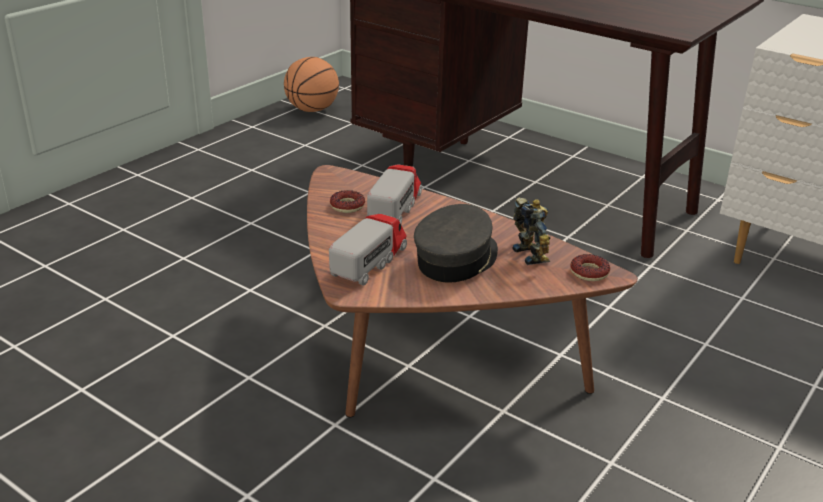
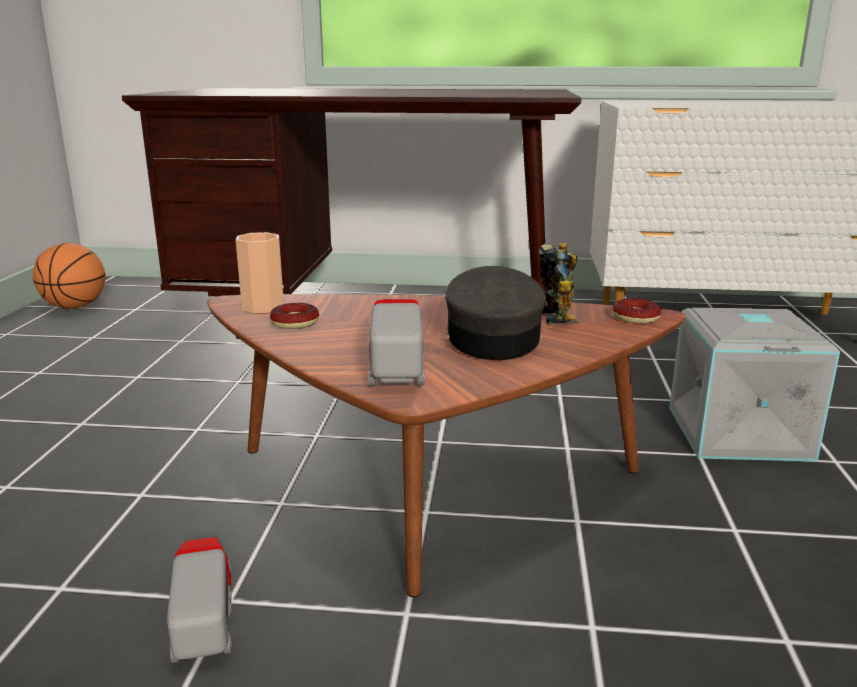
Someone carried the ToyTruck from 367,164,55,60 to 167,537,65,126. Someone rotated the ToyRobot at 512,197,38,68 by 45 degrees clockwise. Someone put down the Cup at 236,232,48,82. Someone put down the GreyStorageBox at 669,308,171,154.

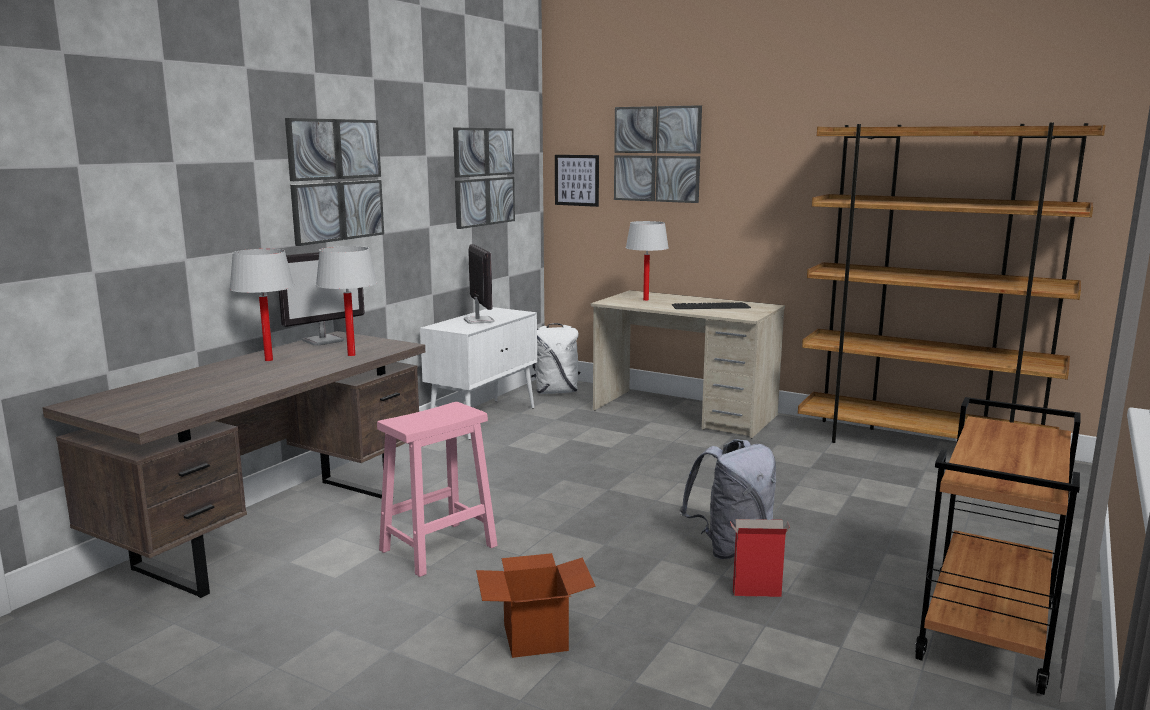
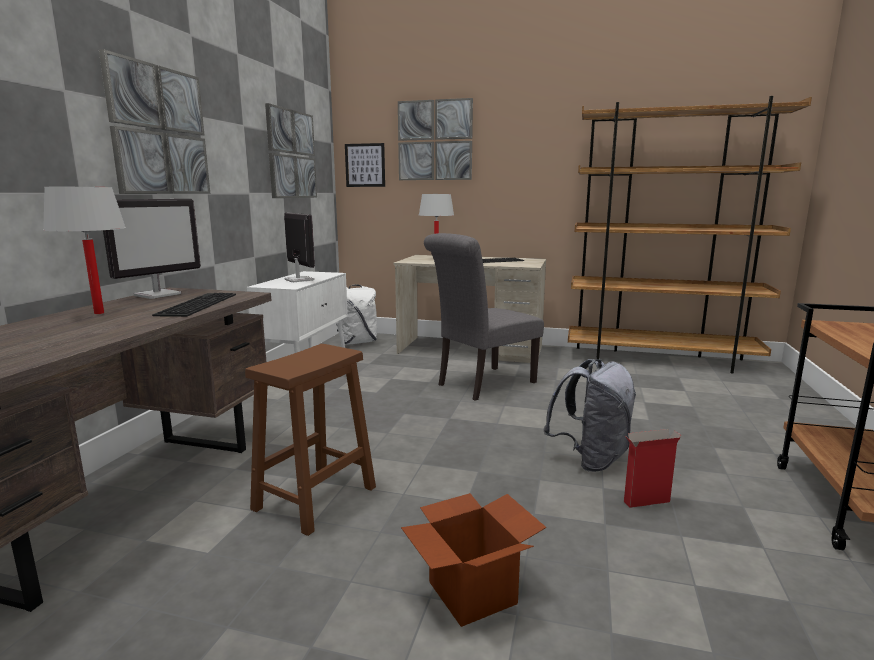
Someone swapped the WhiteTableLamp at 316,246,61,110 for the Keyboard at 152,293,84,24. Someone repainted the PinkStool at 377,402,120,175, which became the BrownStool at 245,344,131,192. Someone put down the GreyChair at 424,233,120,168.

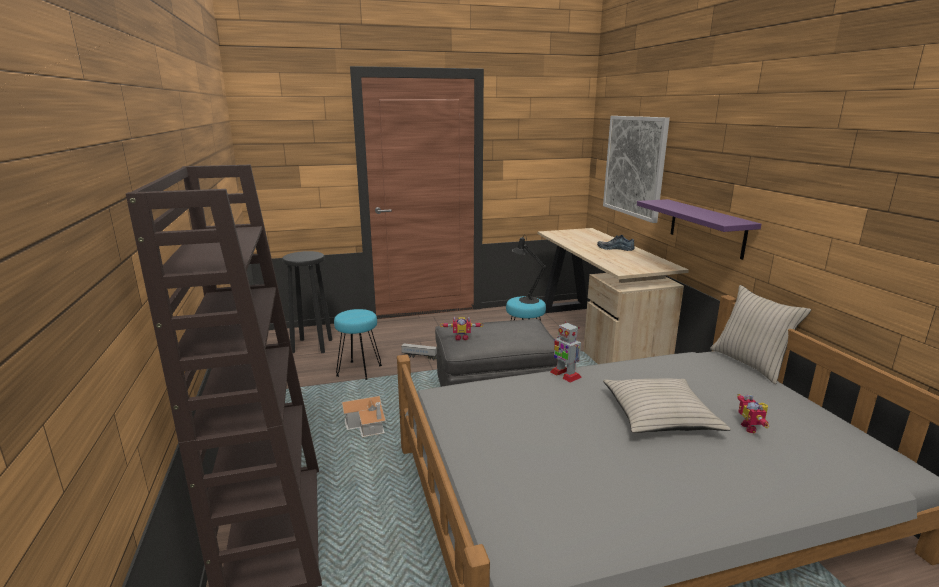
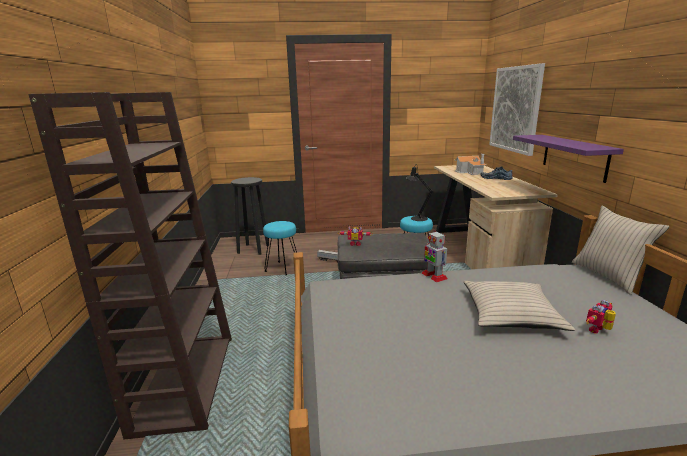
Someone rotated the ToyRobot at 737,394,32,39 by 45 degrees clockwise. Someone carried the ToyHouse from 341,396,45,41 to 455,154,31,21.

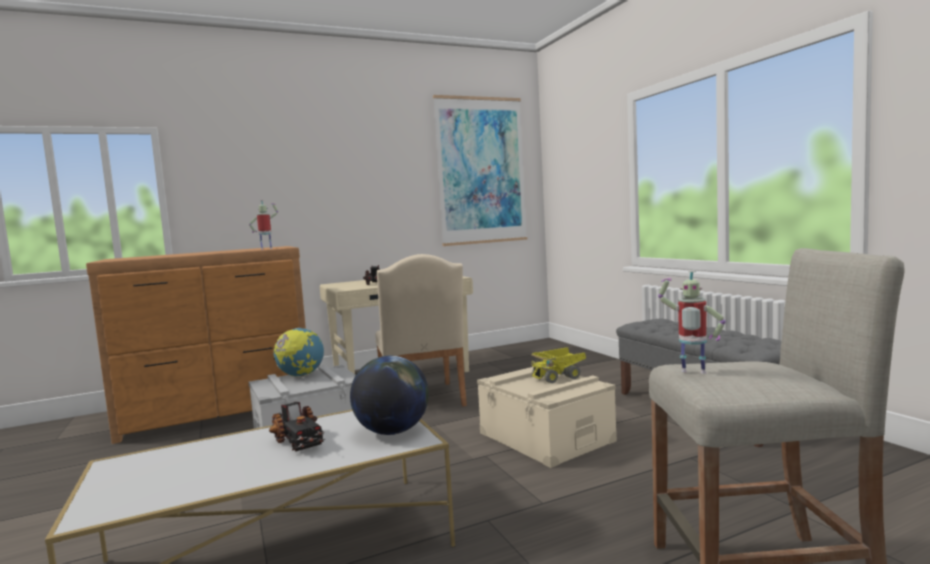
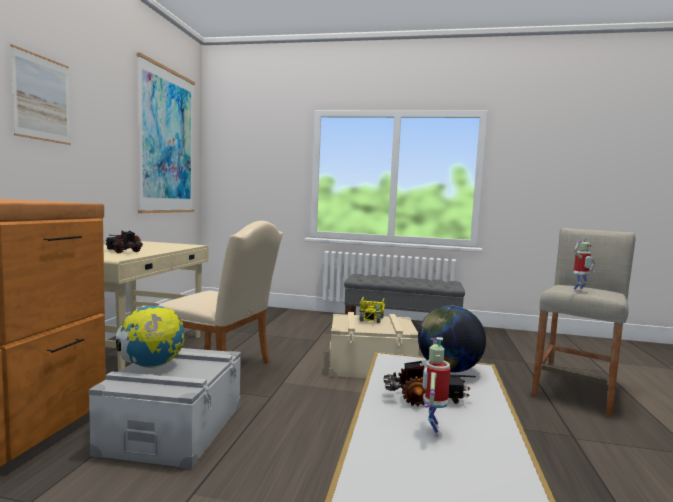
Someone carried the ToyRobot from 249,200,29,50 to 423,337,28,100. Someone put up the Picture at 10,44,61,101.

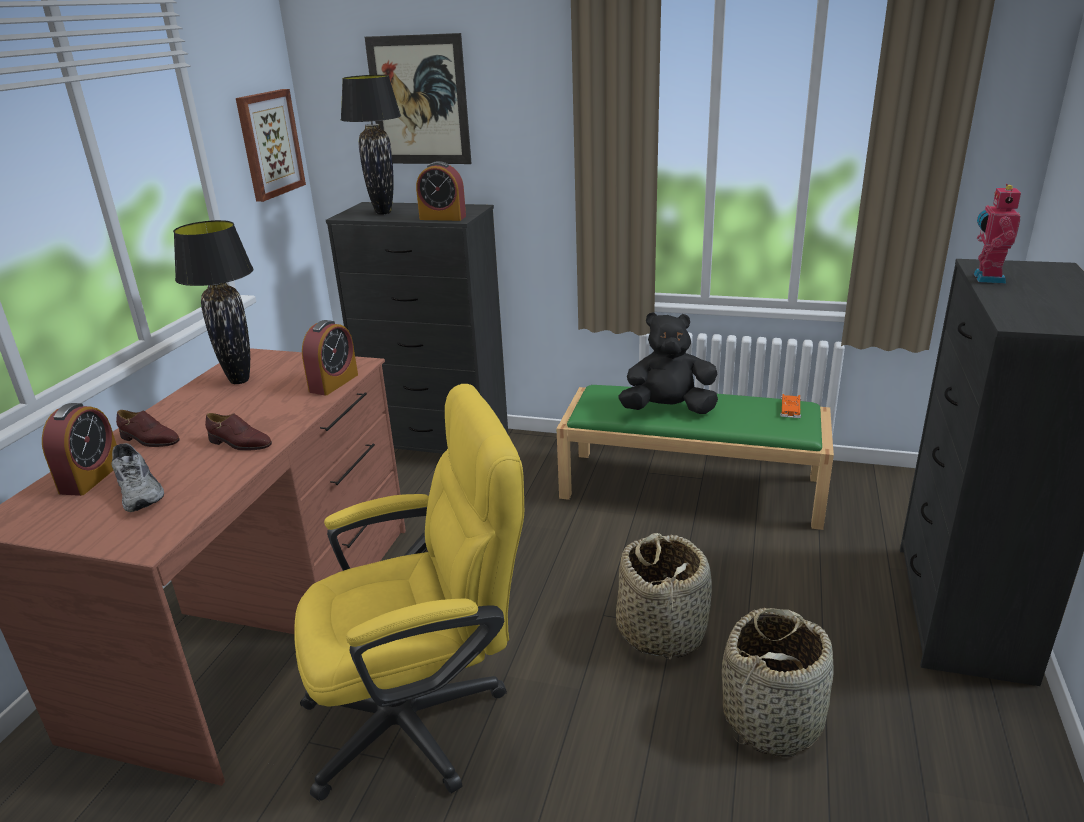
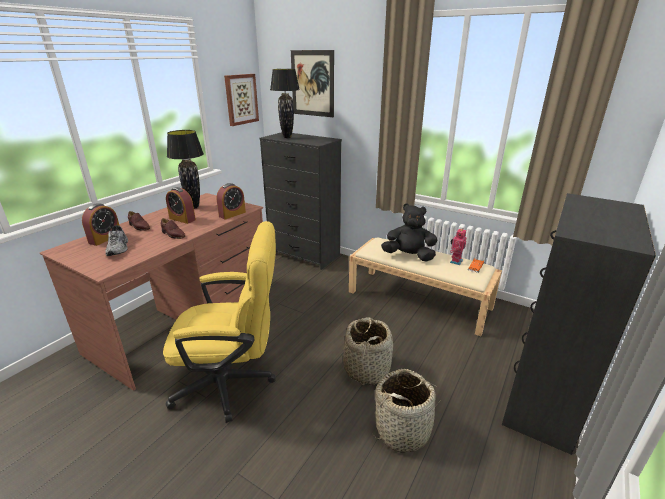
Someone carried the AlarmClock from 416,161,50,60 to 166,187,30,37. Someone carried the ToyRobot from 974,184,47,99 to 450,229,17,36. Someone repainted the GreenBench at 556,385,278,145, which became the BeigeBench at 349,238,153,98.

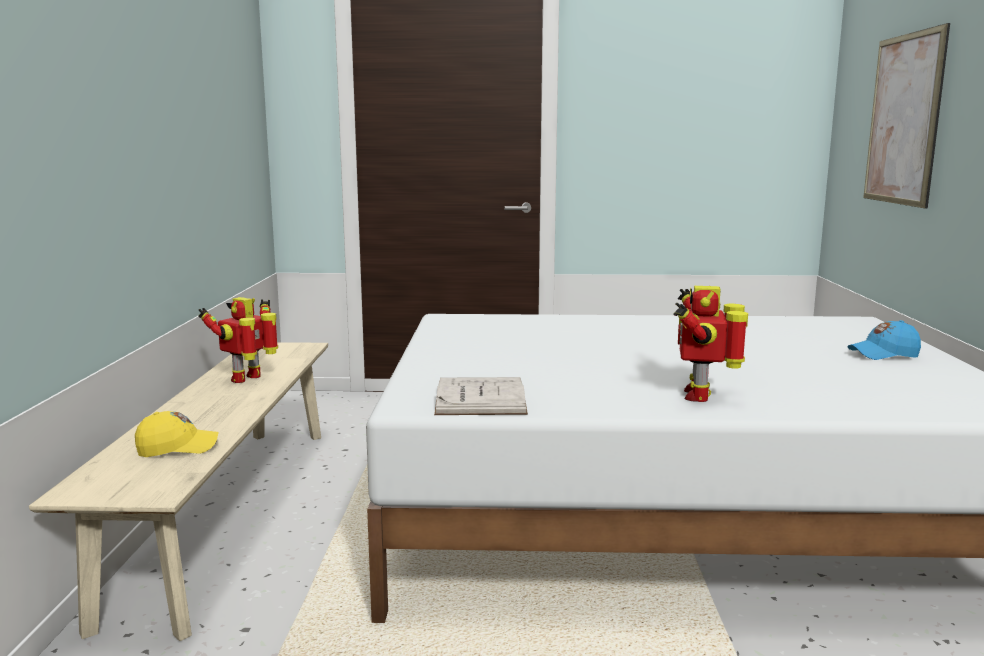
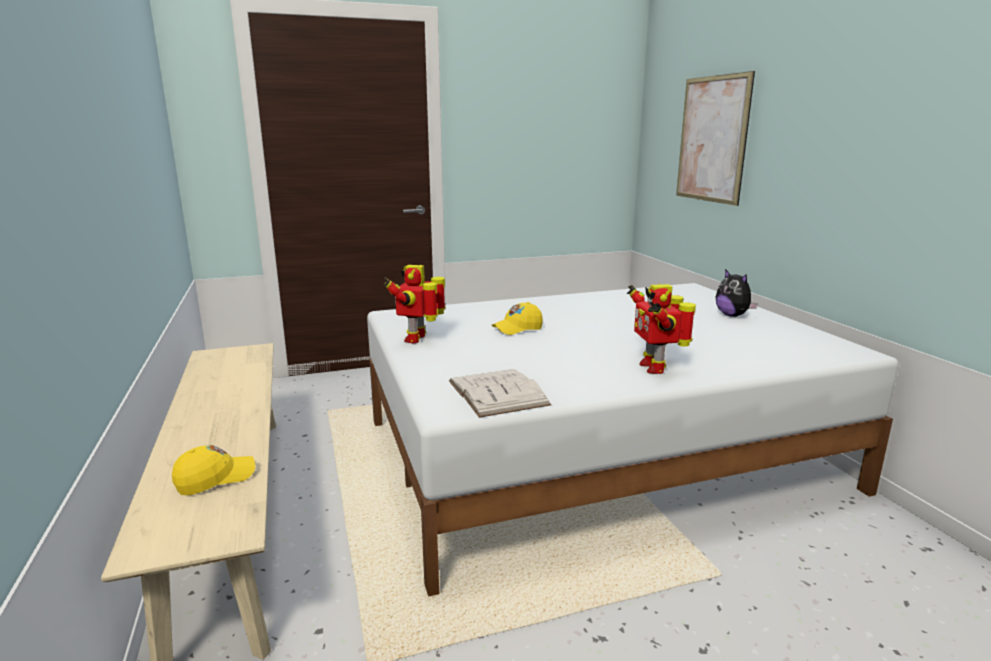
Someone carried the ToyRobot from 198,297,80,86 to 384,265,62,78. Someone swapped the BlueCap at 848,320,73,40 for the PlushToy at 716,269,42,48. Someone put down the YellowCap at 492,302,51,33.

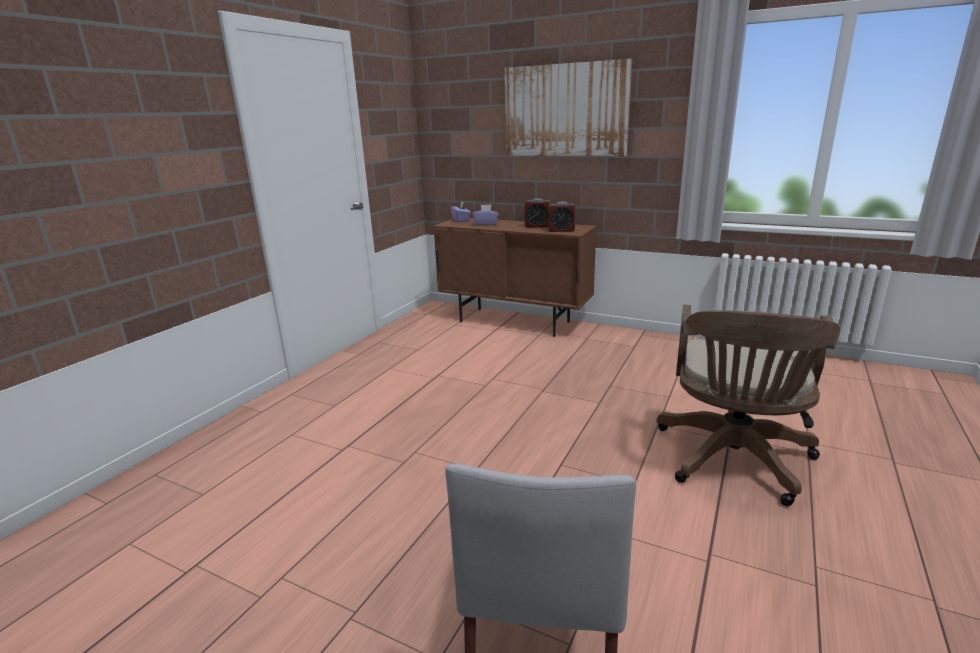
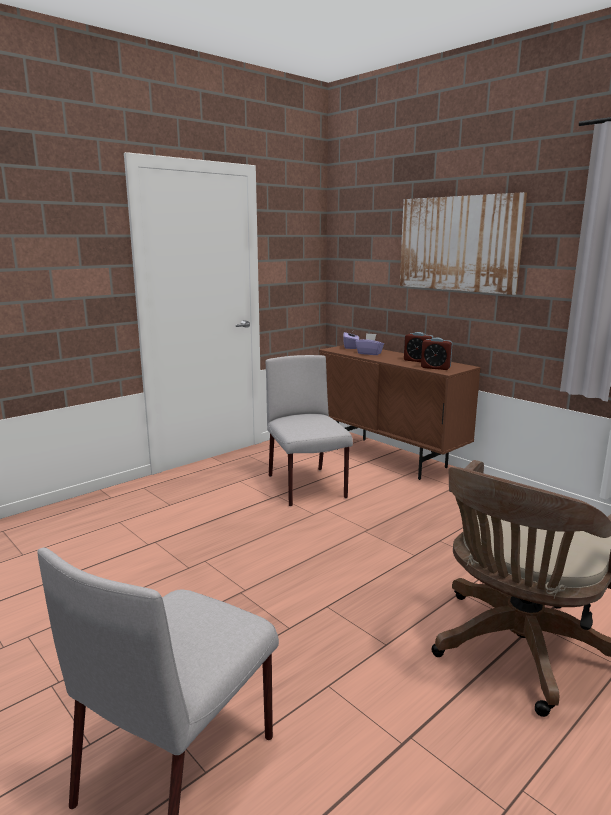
Someone put down the GreyChair at 266,355,87,152.

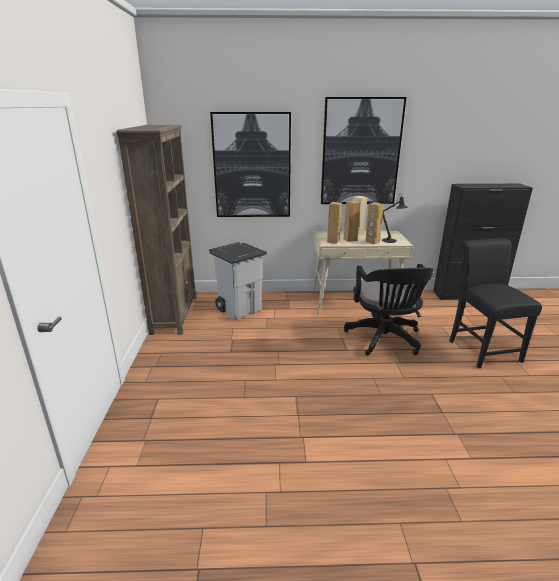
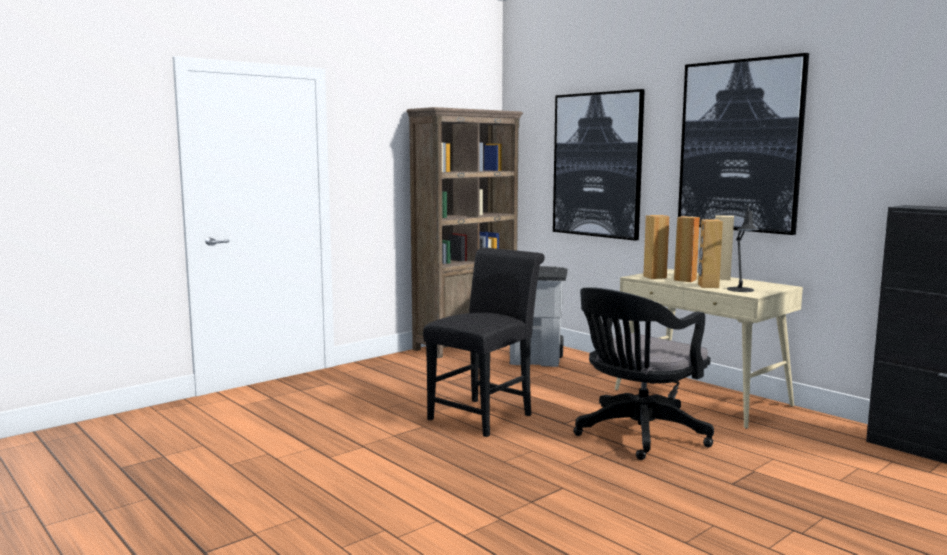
Someone carried the BlackChair from 449,238,93,130 to 423,247,122,190.

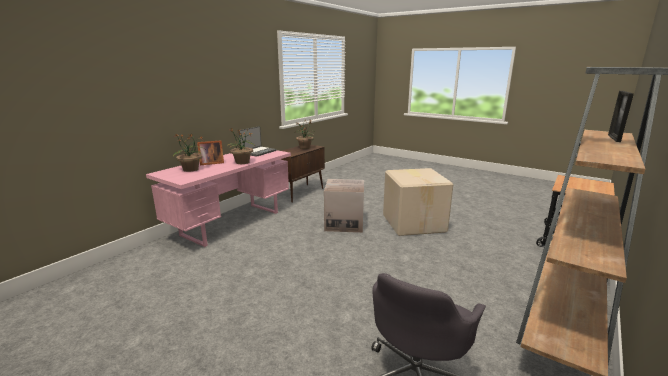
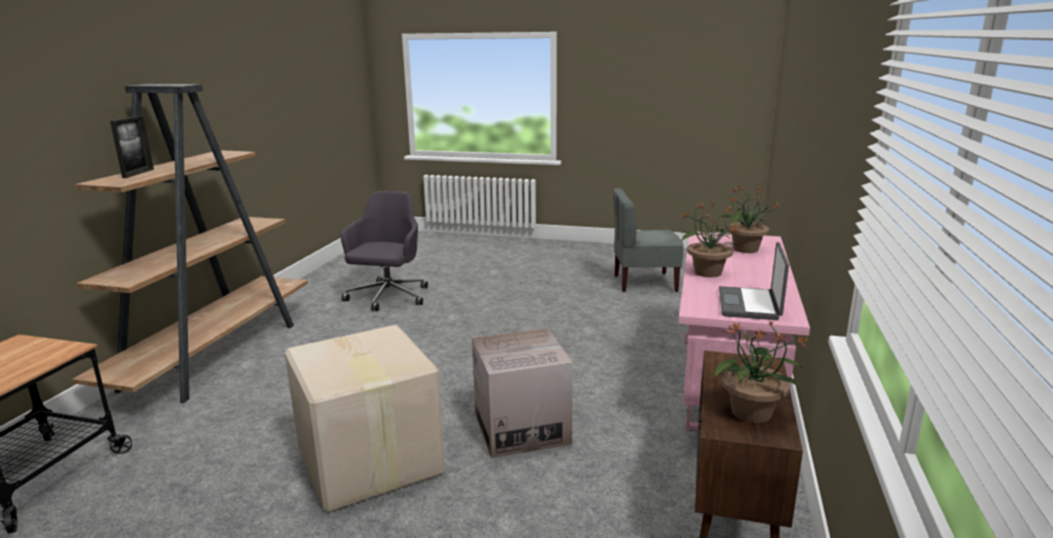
Someone took away the PictureFrame at 197,140,27,25. Someone put down the GreyChair at 613,188,70,104.

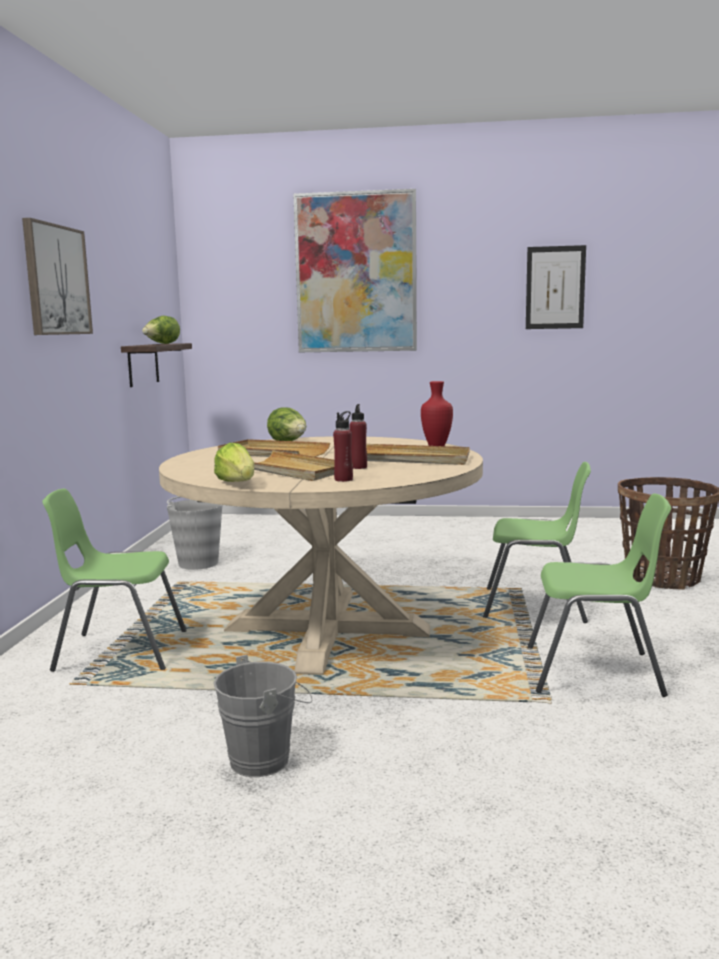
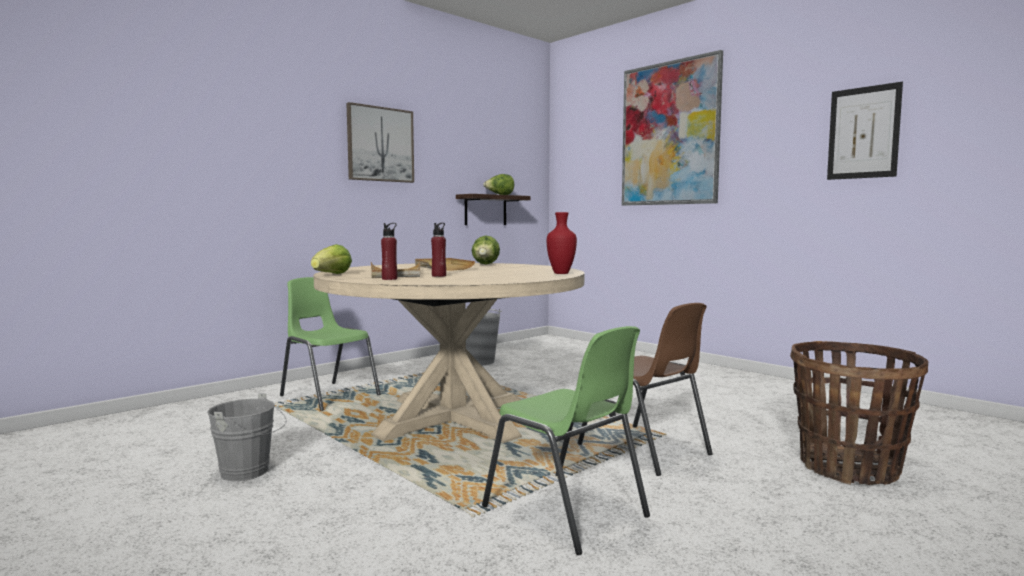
Someone took away the BeigeTray at 366,444,103,21. Someone repainted the GreenChair at 483,462,108,161, which became the BrownChair at 577,303,136,173.

